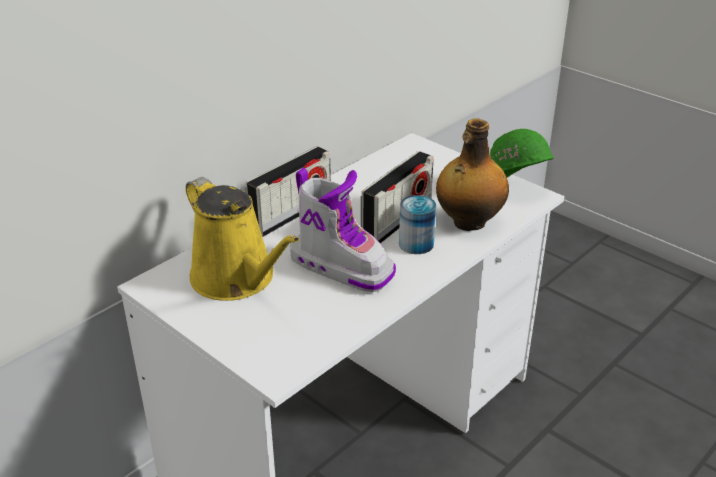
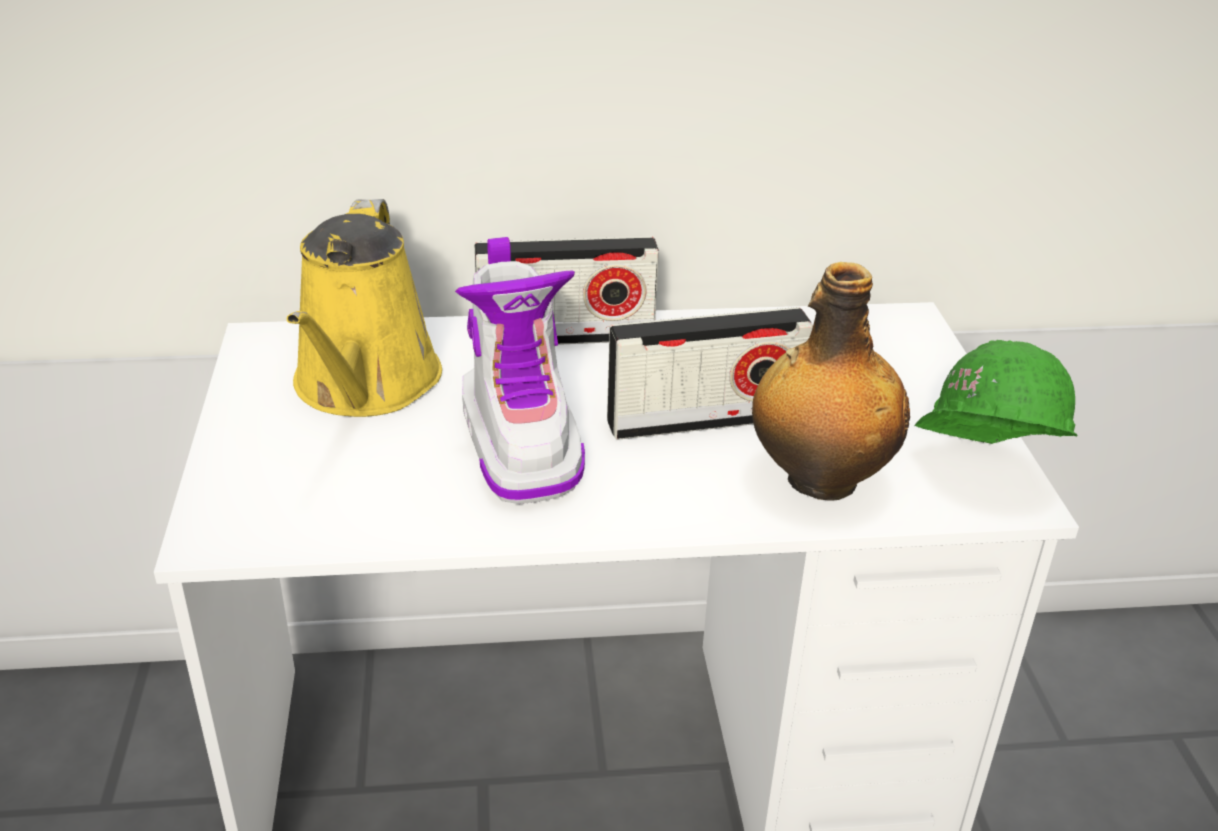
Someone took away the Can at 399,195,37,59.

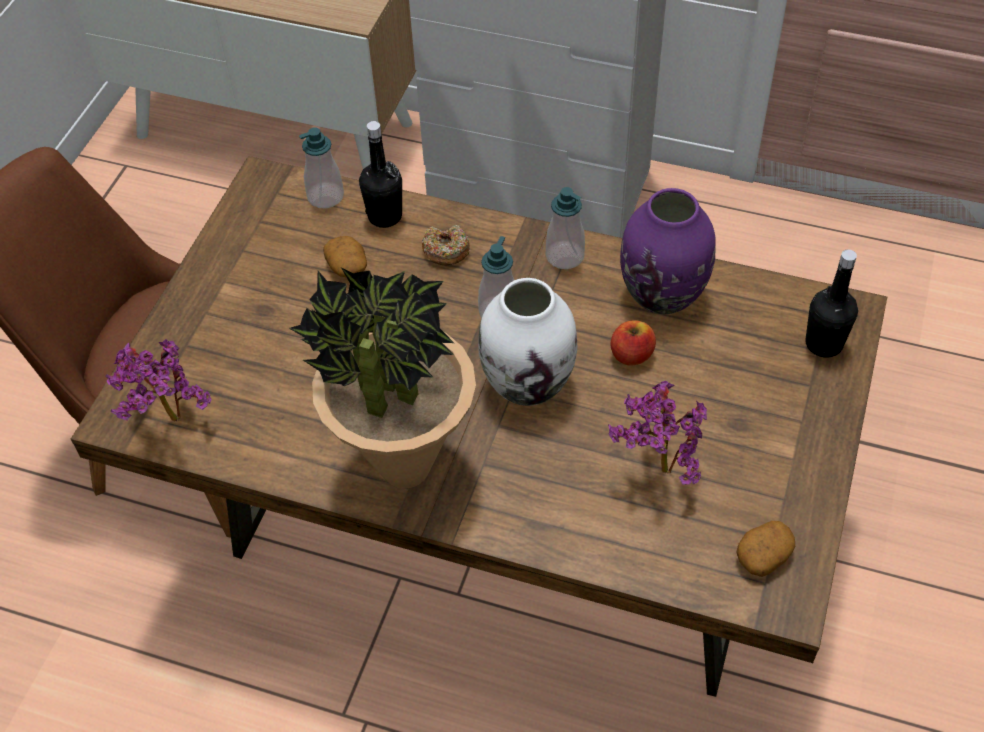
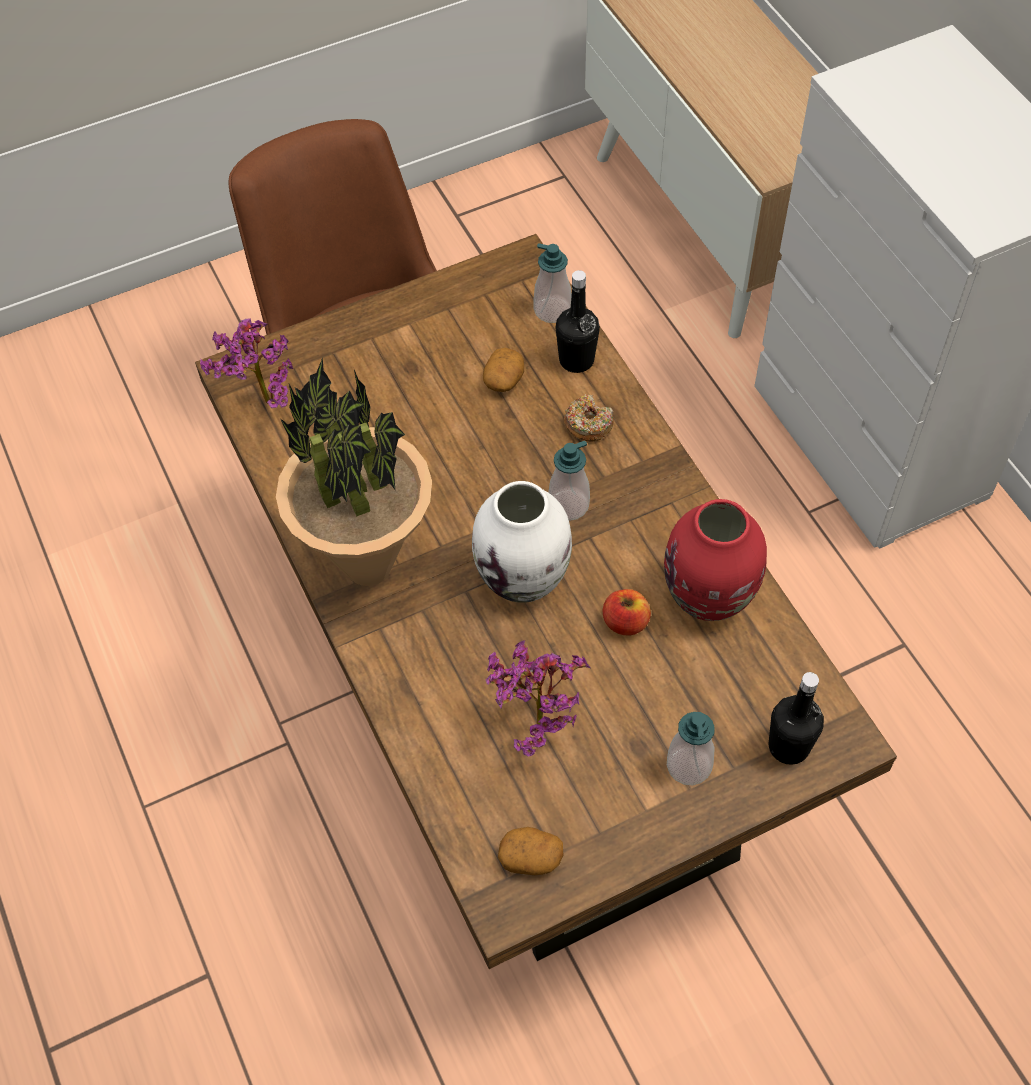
Someone carried the SoapDispenser from 546,187,39,82 to 667,712,48,74. Someone repainted the PurpleVase at 620,188,96,126, which became the RedVase at 664,499,103,122.

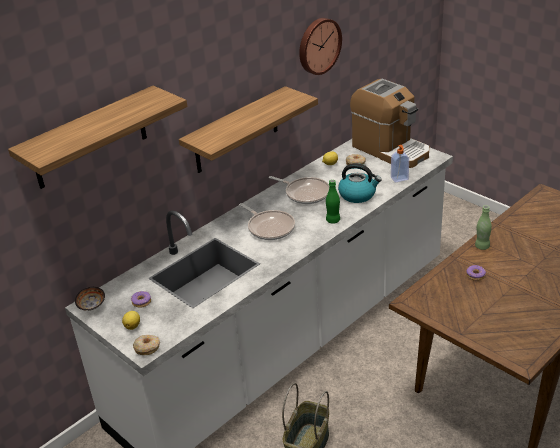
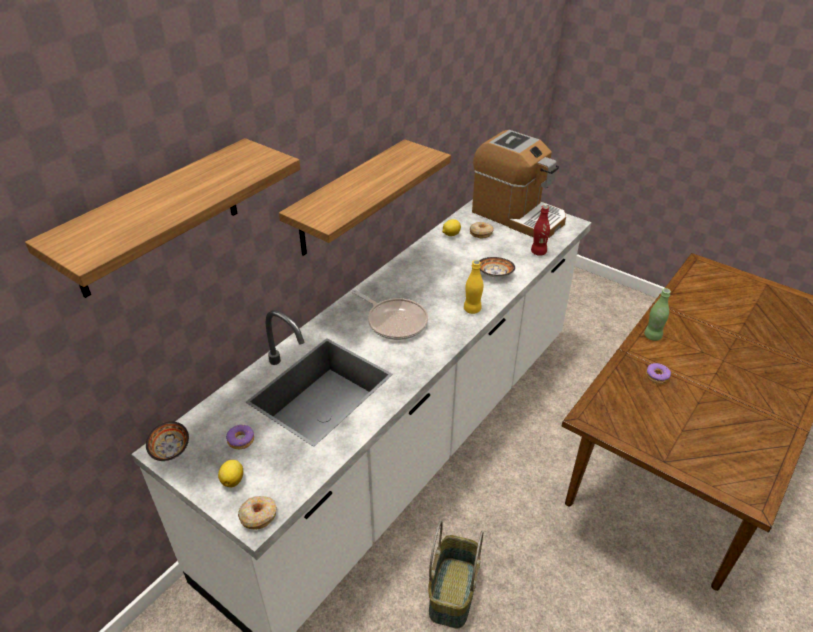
Someone took away the WallClock at 299,18,43,57. Someone swapped the SoapDispenser at 391,145,18,38 for the RedBottle at 531,205,19,51. Someone swapped the Kettle at 338,163,44,40 for the Bowl at 480,257,35,20. Someone took away the FryingPan at 269,176,60,28. Someone repainted the GreenBottle at 326,180,14,44, which became the YellowBottle at 464,260,19,54.

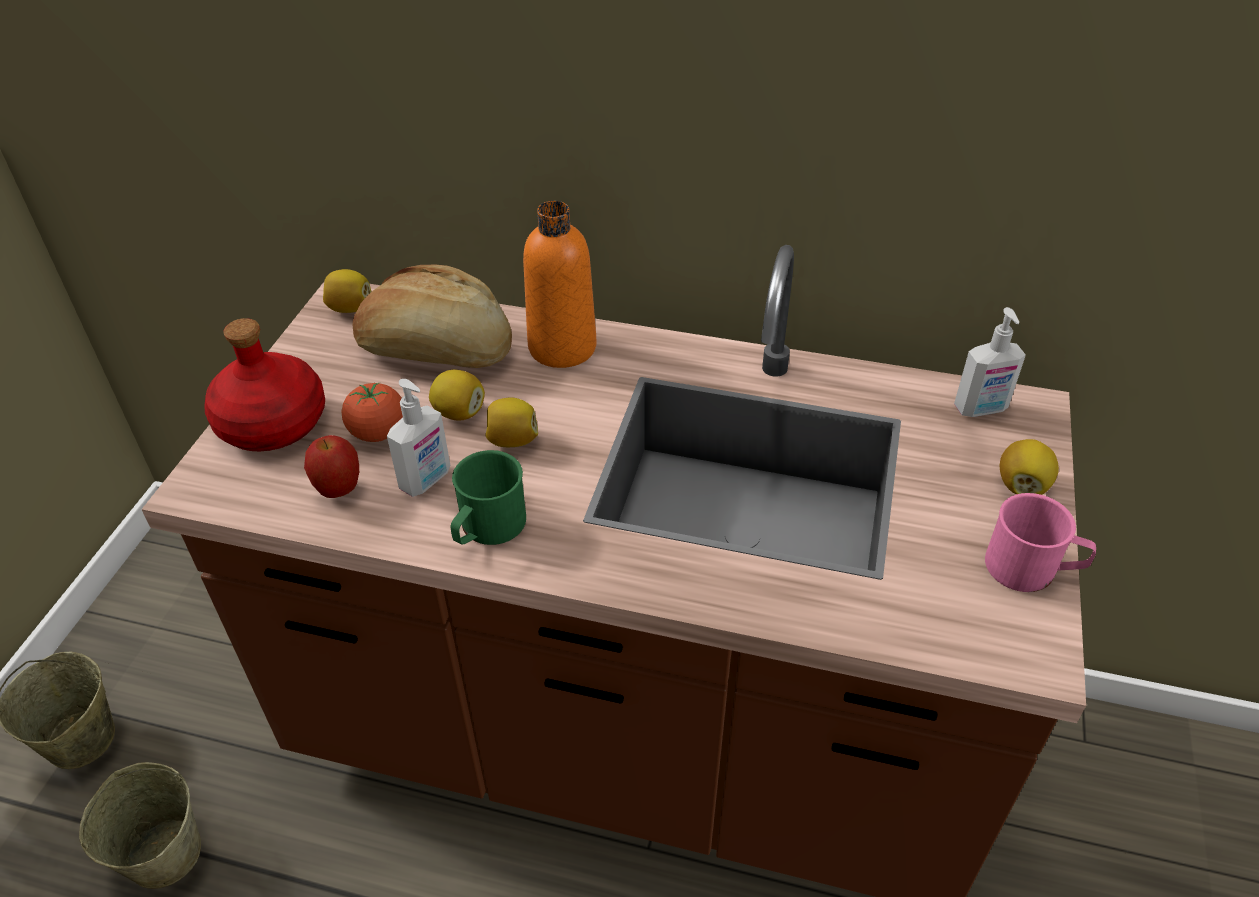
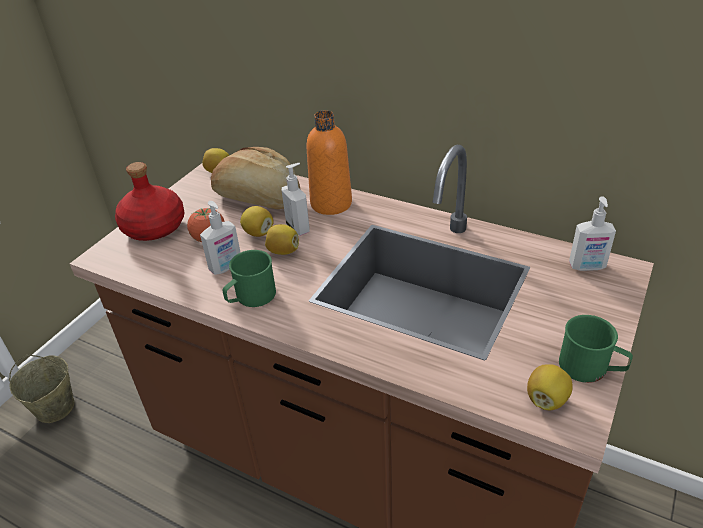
Someone took away the Apple at 304,435,55,63. Someone carried the Lemon from 1000,439,59,56 to 527,364,46,46. Someone repainted the PinkMug at 985,493,111,99, which became the GreenMug at 559,315,74,68. Someone took away the BeigeBucket at 79,762,122,127. Someone put down the SoapDispenser at 282,163,28,73.

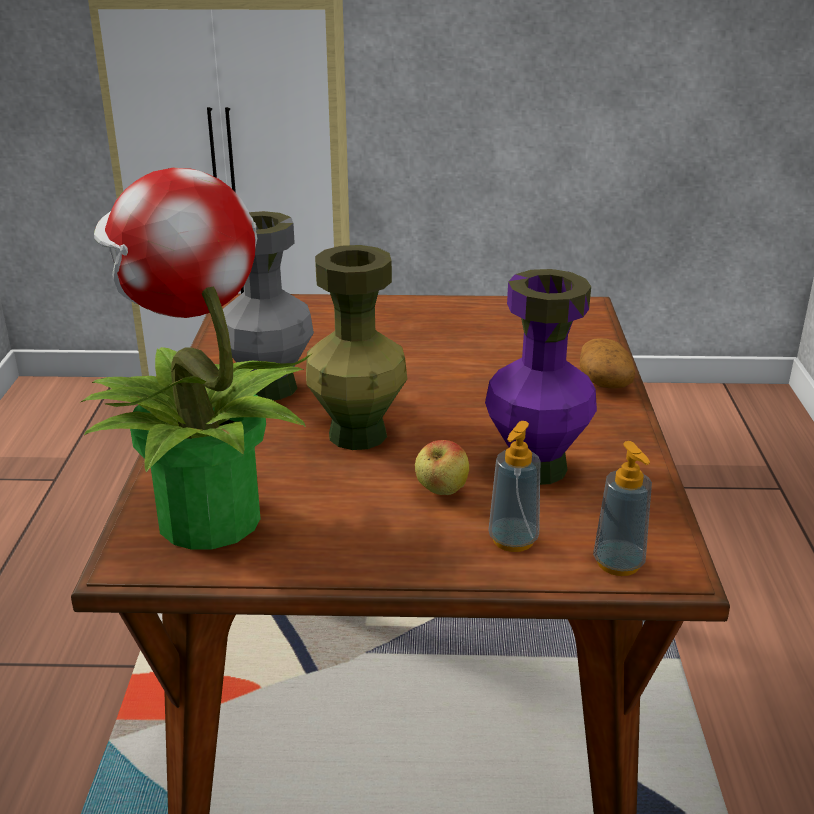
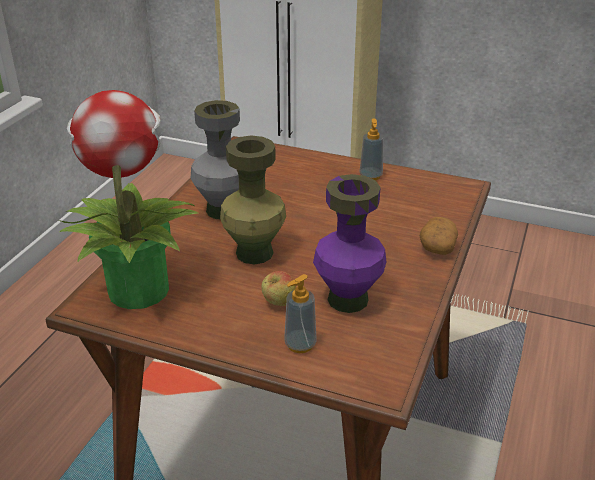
Someone carried the SoapDispenser from 593,441,59,135 to 360,119,23,62.

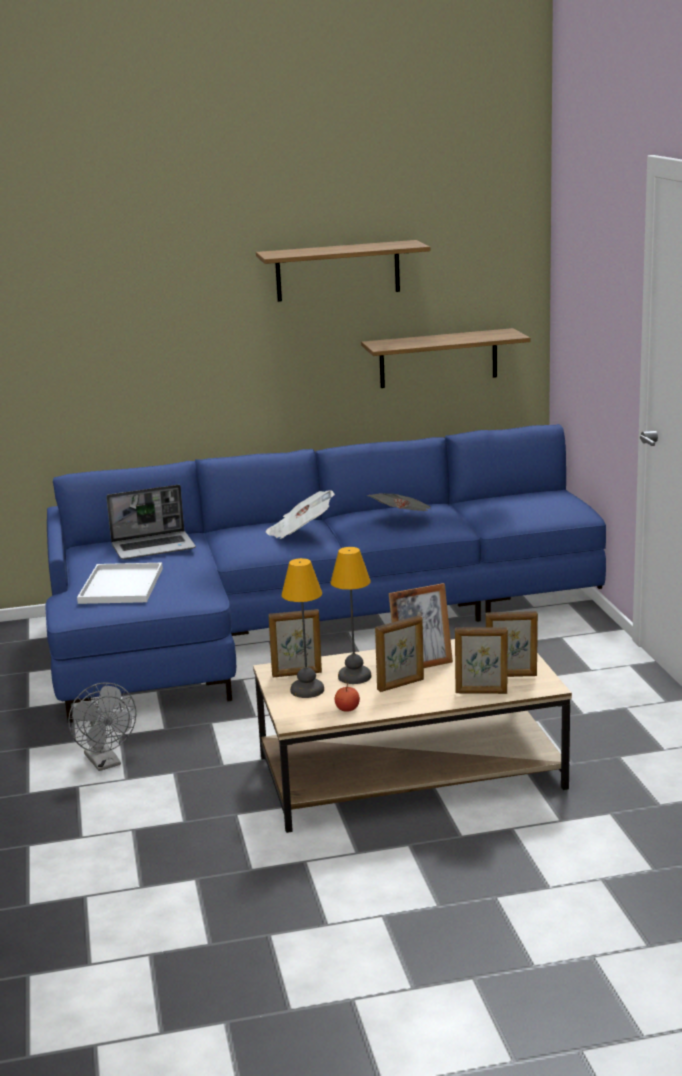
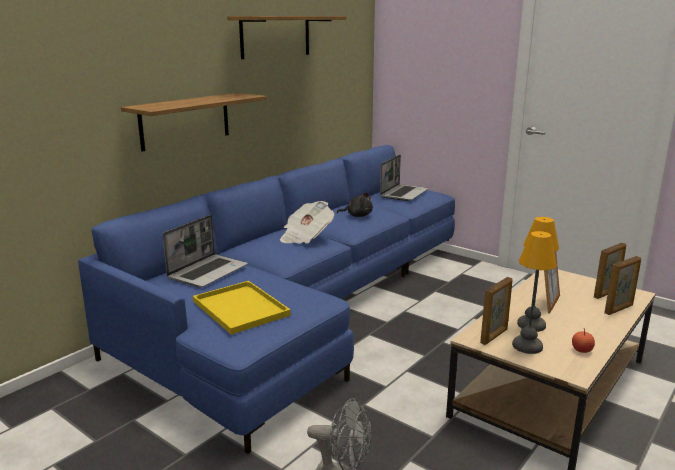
Someone carried the Shelf from 361,328,169,60 to 121,93,146,59. Someone swapped the Newspaper at 366,493,65,18 for the BlackPlushToy at 337,192,36,25. Someone repainted the WhiteTray at 77,563,86,41, which became the YellowTray at 193,281,98,54. Someone took away the PictureFrame at 375,616,49,76. Someone put down the Laptop at 380,155,49,46.

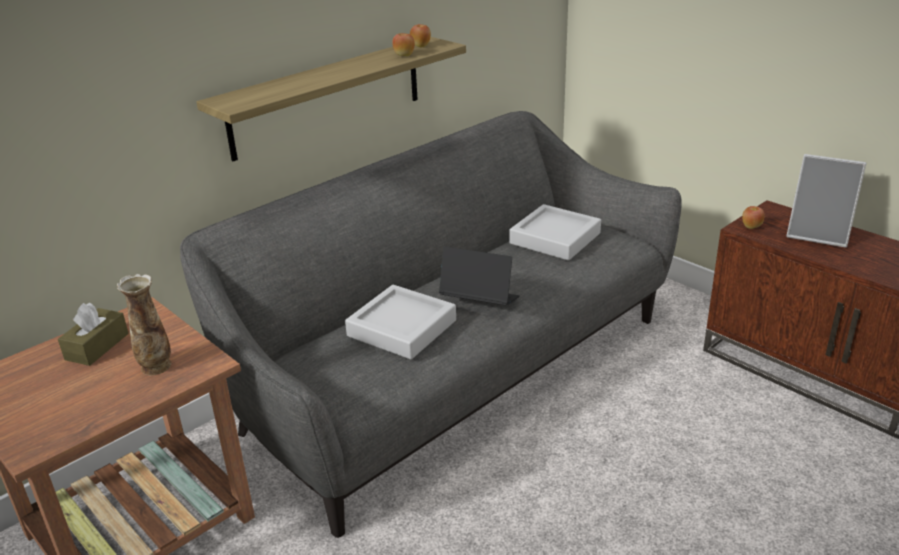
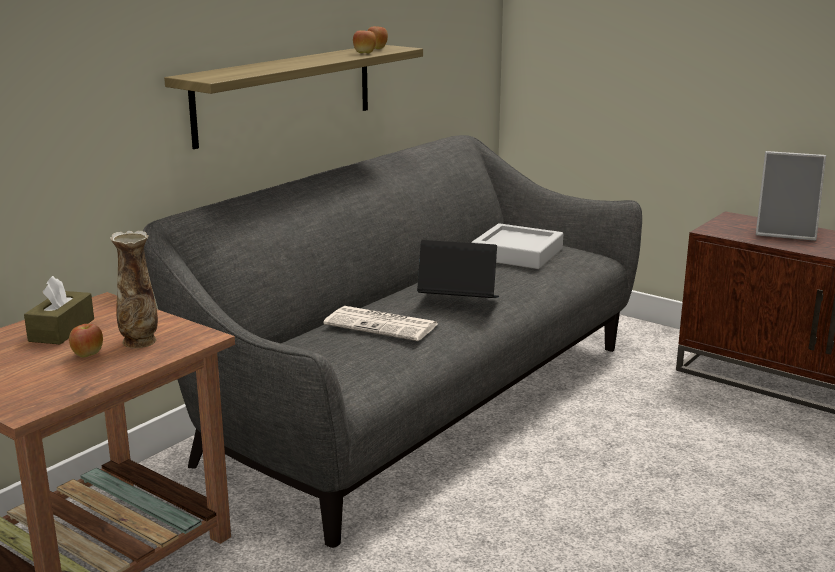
Someone carried the Apple from 742,206,22,23 to 69,324,34,34. Someone swapped the GreyTray at 345,285,111,74 for the Newspaper at 323,306,115,35.

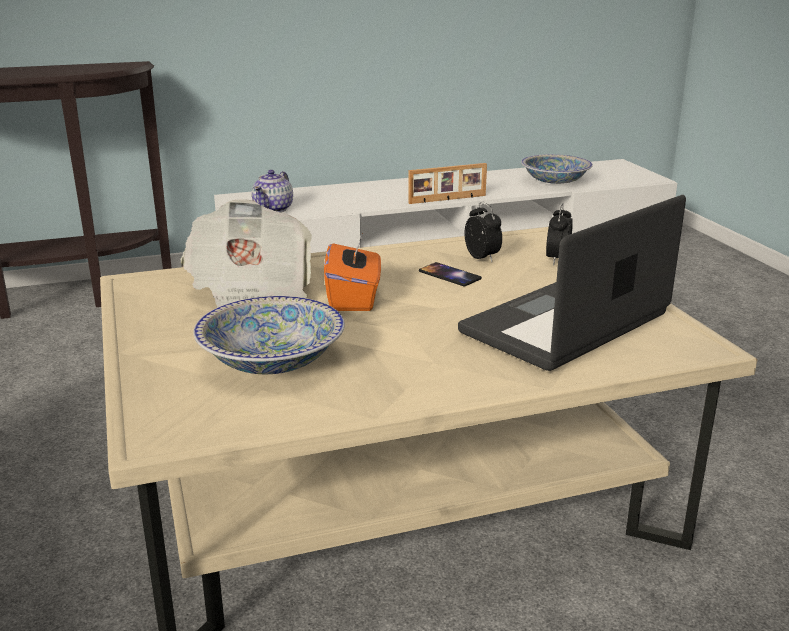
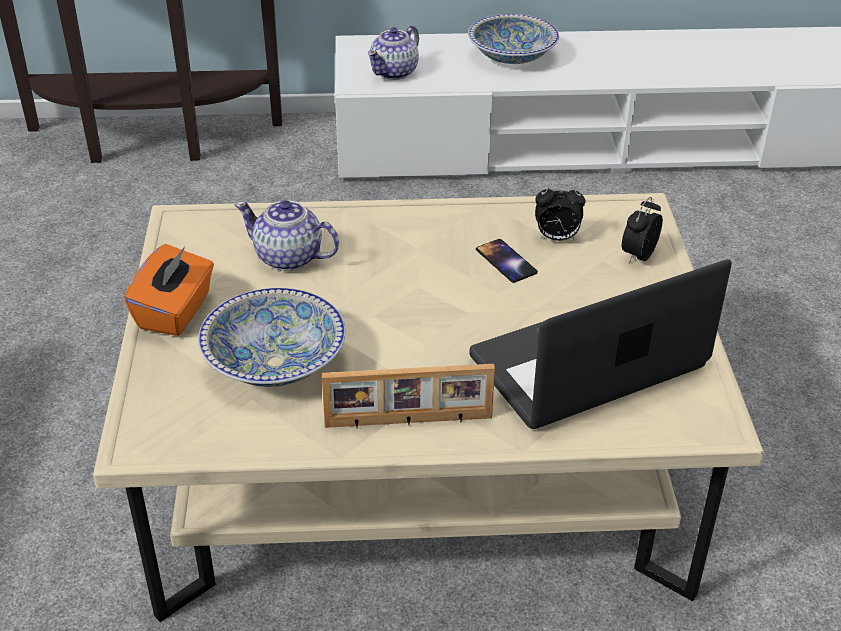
Someone carried the Bowl from 521,154,72,30 to 468,14,91,50. Someone carried the PictureFrame from 408,163,79,41 to 322,364,173,64. Someone swapped the Newspaper at 180,199,132,109 for the Teapot at 235,200,104,71. Someone rotated the AlarmClock at 464,201,38,61 by 105 degrees clockwise. Someone carried the OrangeTissueBox from 324,232,57,79 to 124,244,90,92.

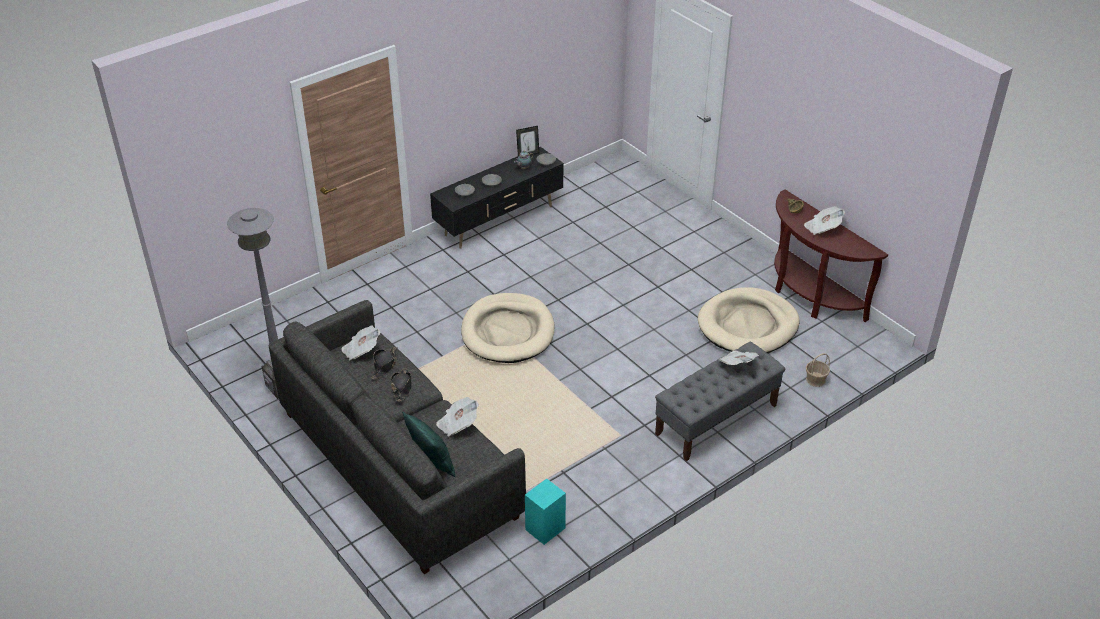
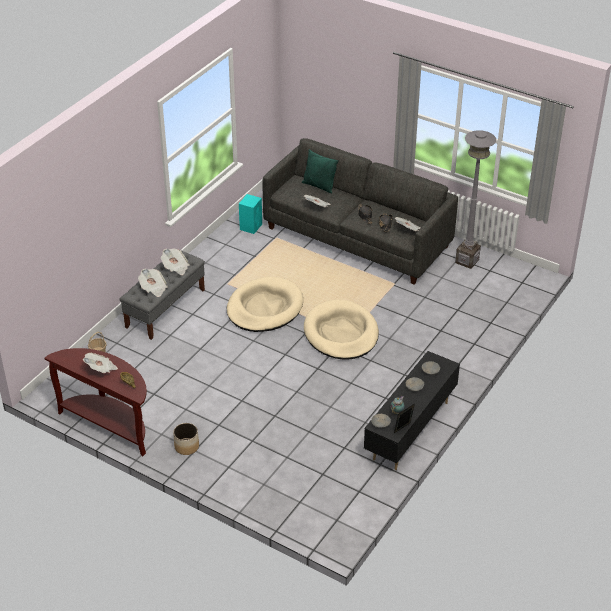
Someone carried the BeigeDogBed from 698,287,102,66 to 227,277,76,55. Someone put down the Newspaper at 161,248,29,27. Someone put down the Planter at 173,423,26,32.

